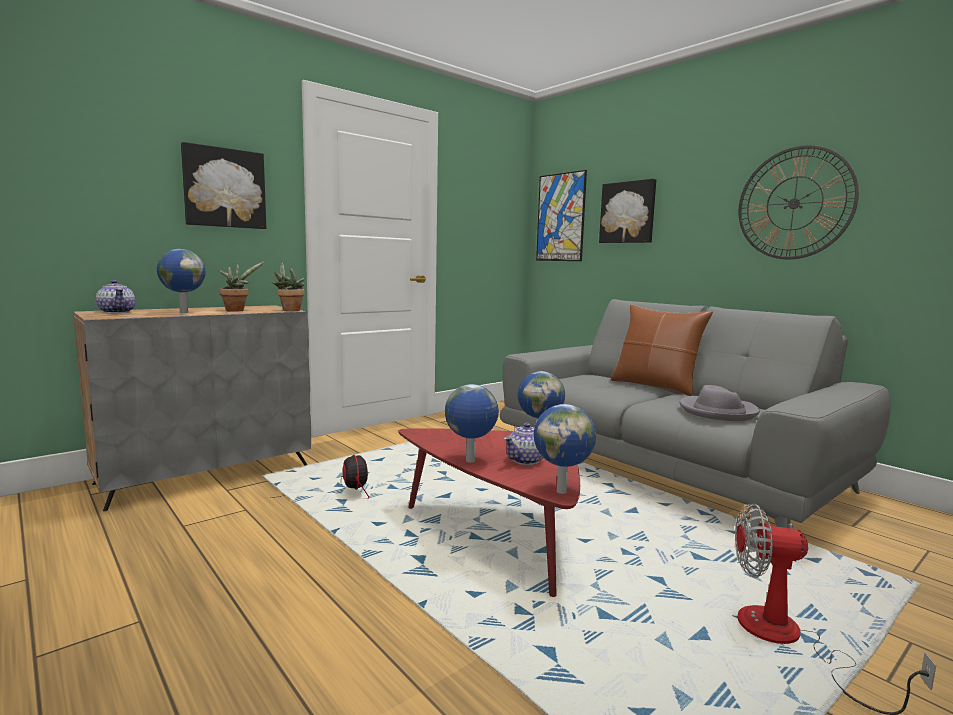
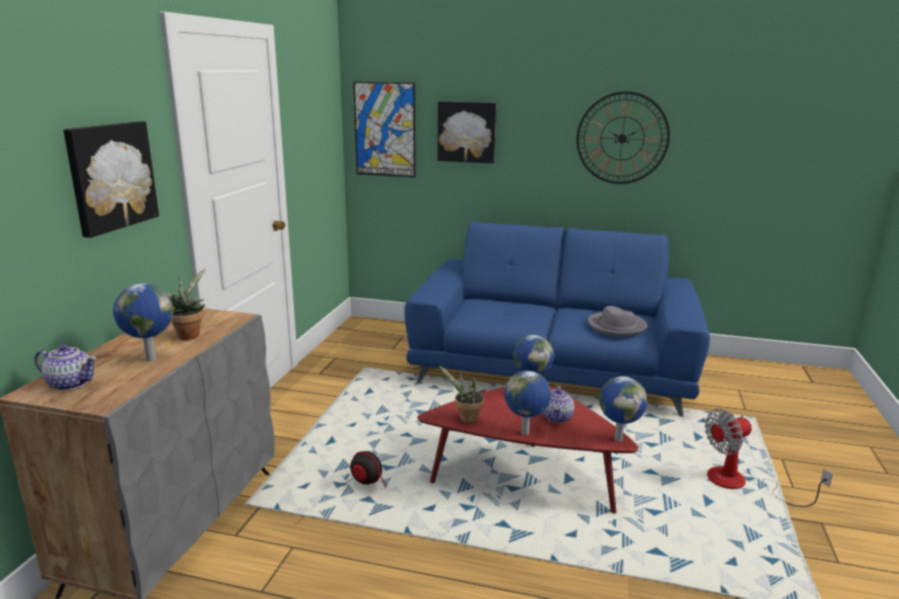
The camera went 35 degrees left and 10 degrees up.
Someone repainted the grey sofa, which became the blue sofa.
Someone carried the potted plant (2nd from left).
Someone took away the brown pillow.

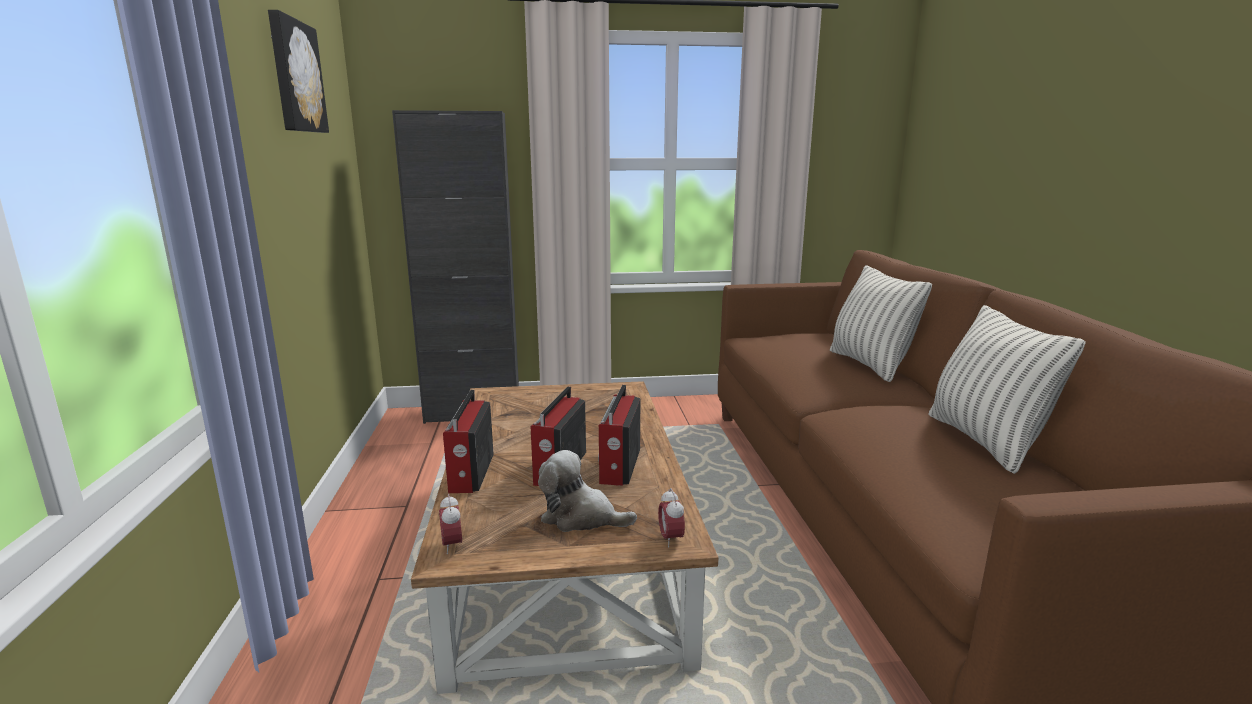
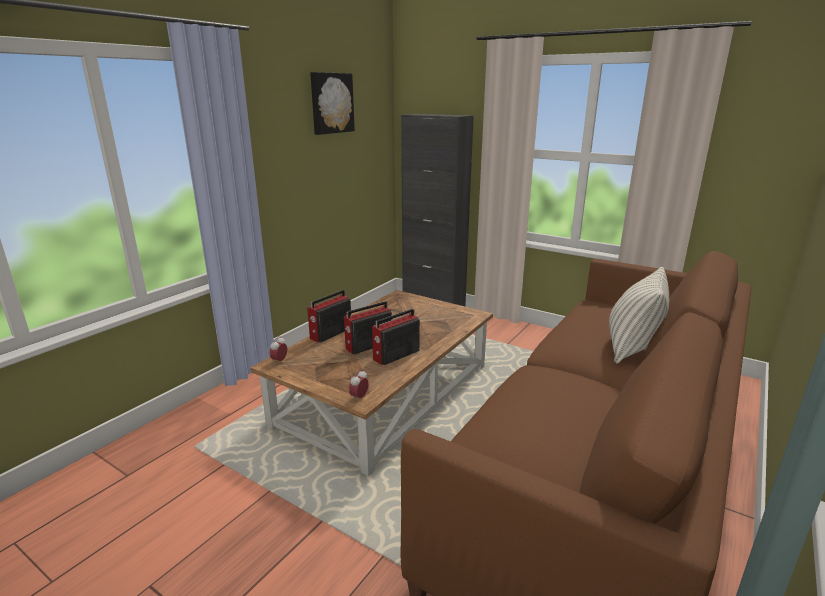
The camera went 40 degrees right and 5 degrees up.
Someone took away the plush toy.
Someone took away the pillow (2nd from left).

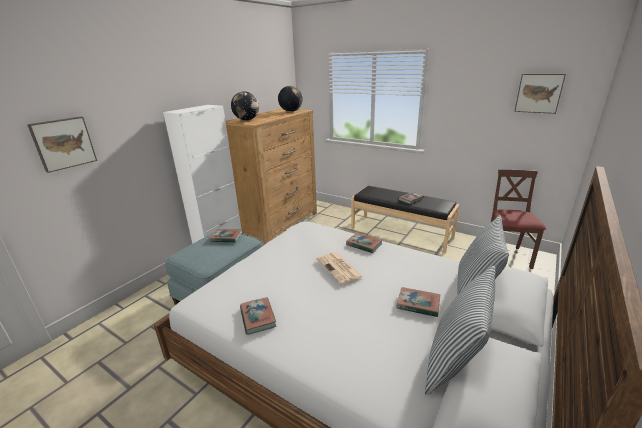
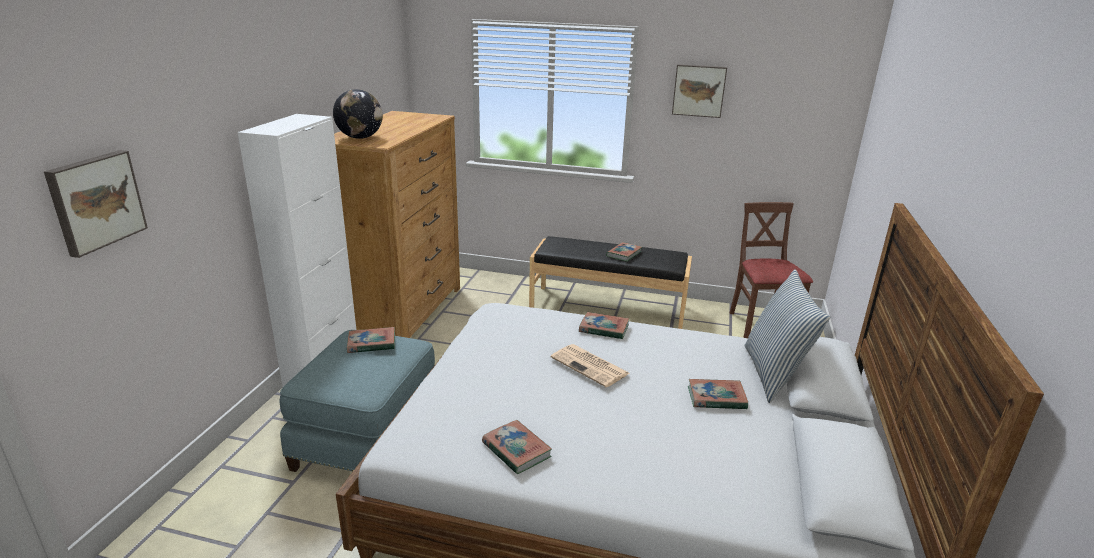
The camera went 20 degrees left and 0 degrees up.
Someone carried the picture (2nd from left).
Someone took away the globe (2nd from left).
Someone took away the pillow (1st from left).

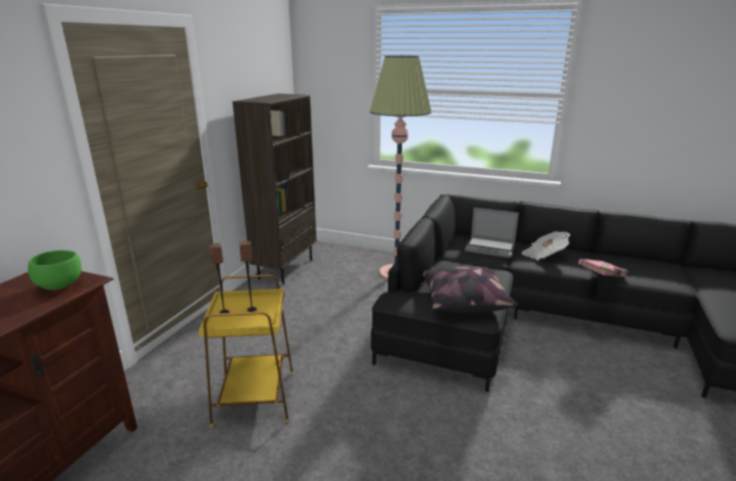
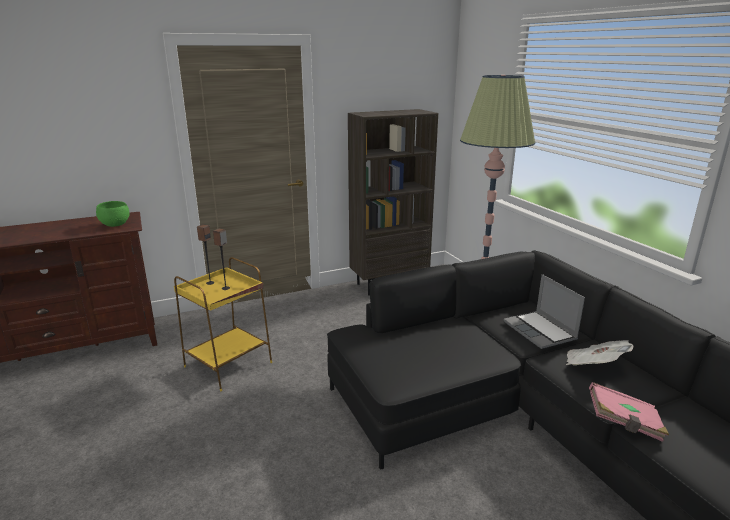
The camera went 45 degrees right and 0 degrees up.
Someone took away the pillow.

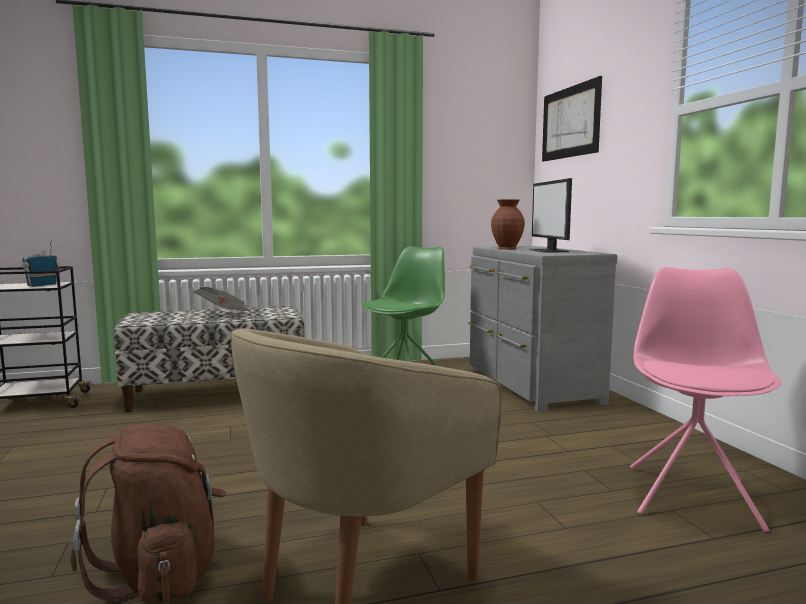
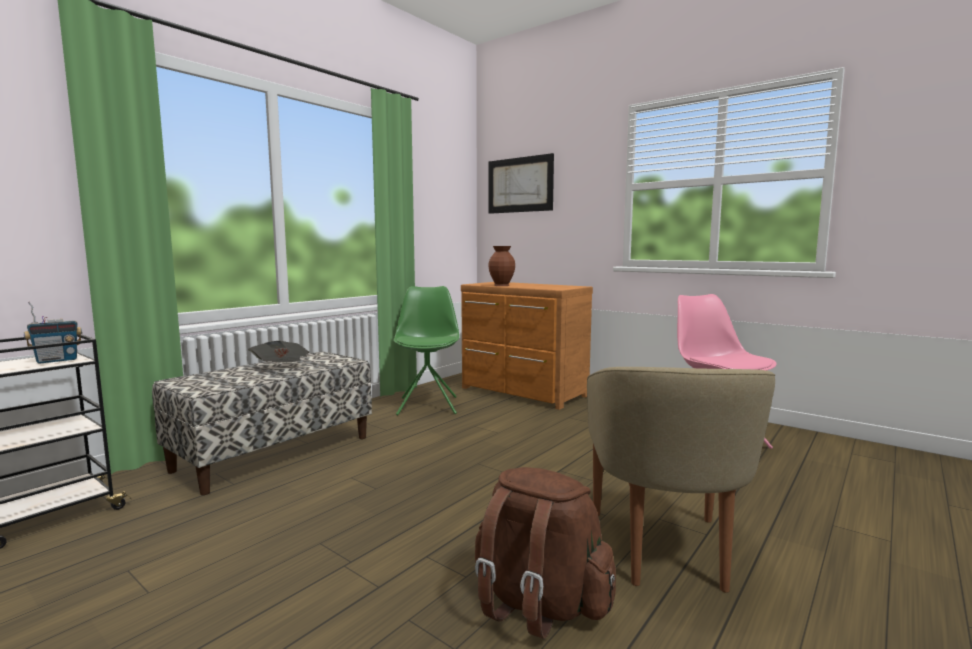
The camera went 35 degrees left and 0 degrees up.
Someone rotated the radio by 120 degrees counterclockwise.
Someone repainted the grey dresser, which became the brown dresser.
Someone took away the monitor.

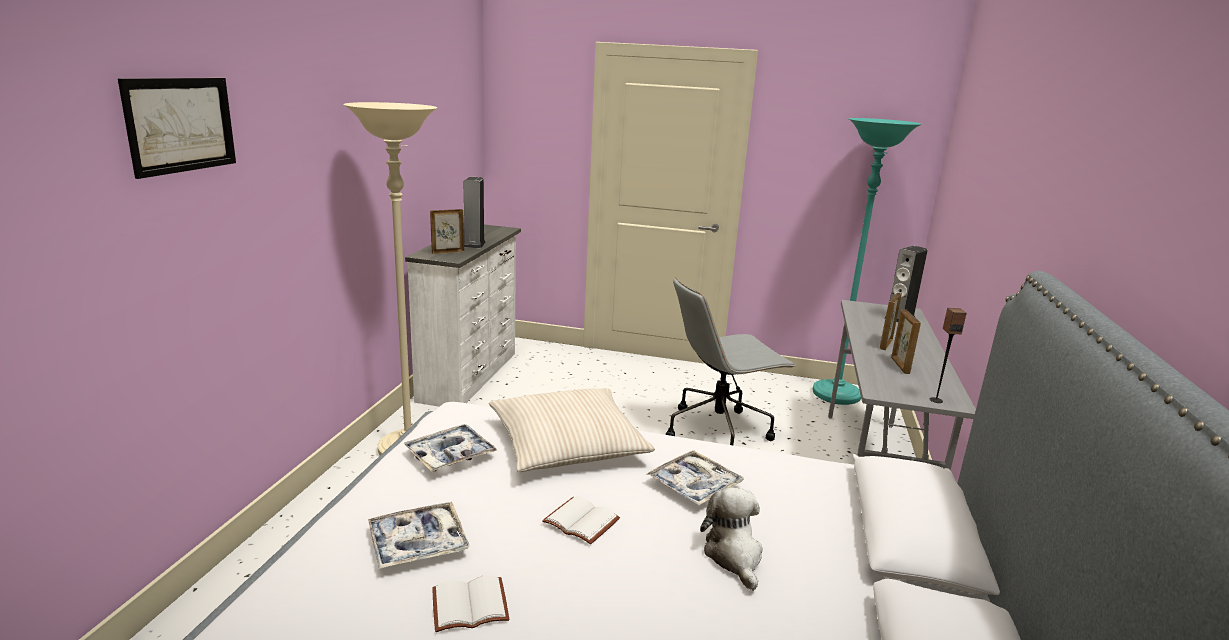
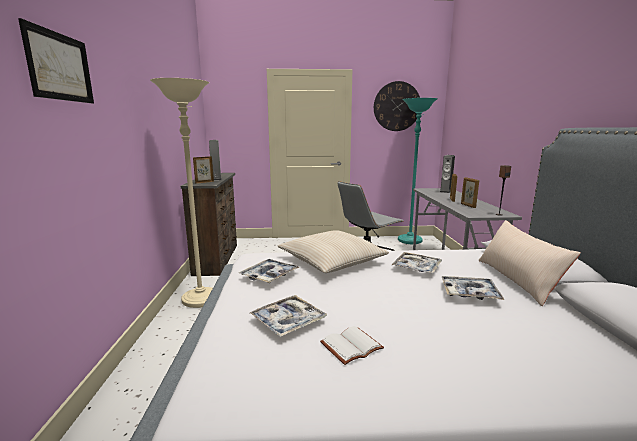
The camera went 15 degrees left and 5 degrees down.
Someone repainted the white dresser, which became the brown dresser.
Someone put up the wall clock.
Someone swapped the plush toy for the tray (4th from left).
Someone put down the beige pillow (2nd from left).
Someone took away the white book (2nd from left).

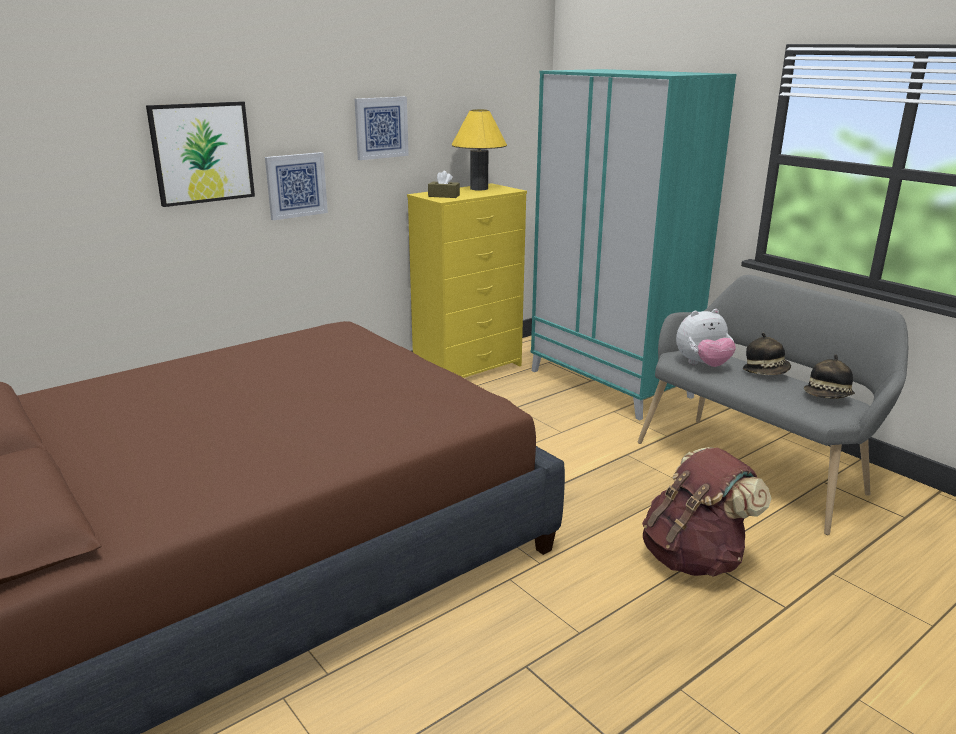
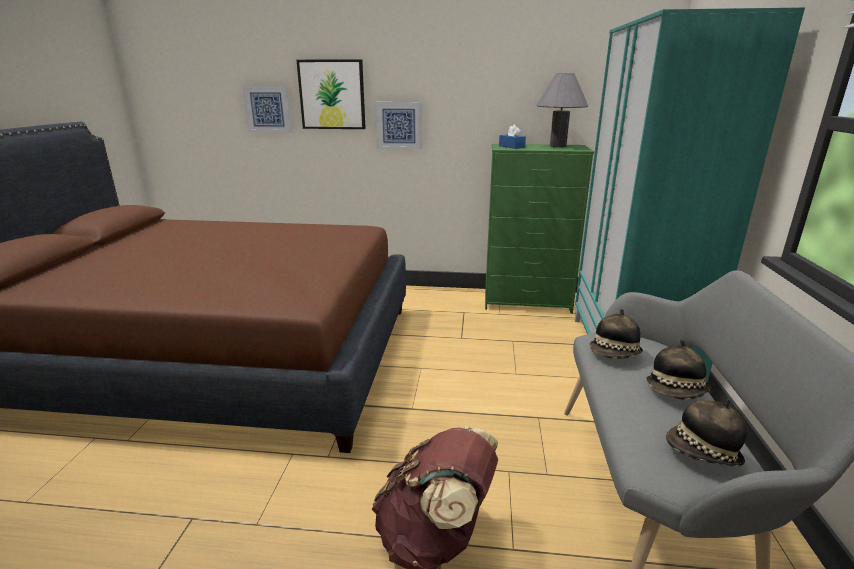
The camera went 45 degrees right and 0 degrees up.
Someone carried the picture (3rd from left in the first image).
Someone repainted the yellow dresser, which became the green dresser.
Someone repainted the brown tissue box, which became the blue tissue box.
Someone repainted the yellow table lamp, which became the grey table lamp.
Someone swapped the plush toy for the hat (1st from left).

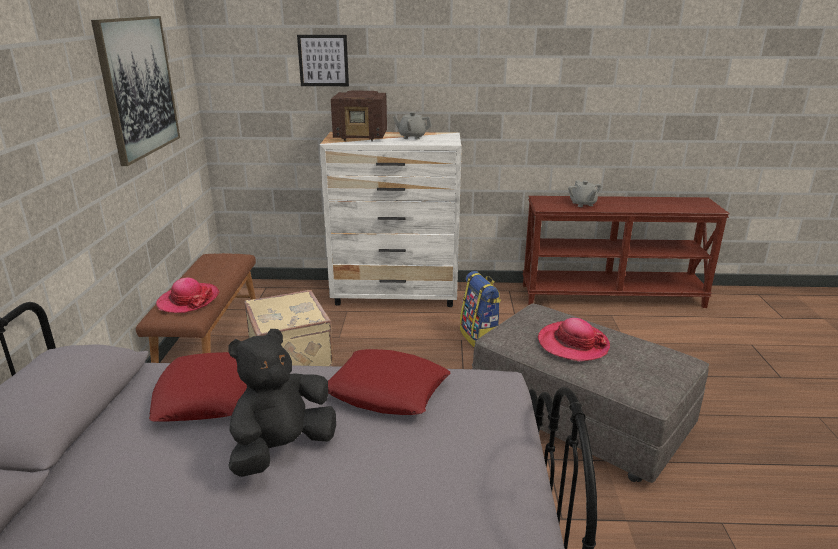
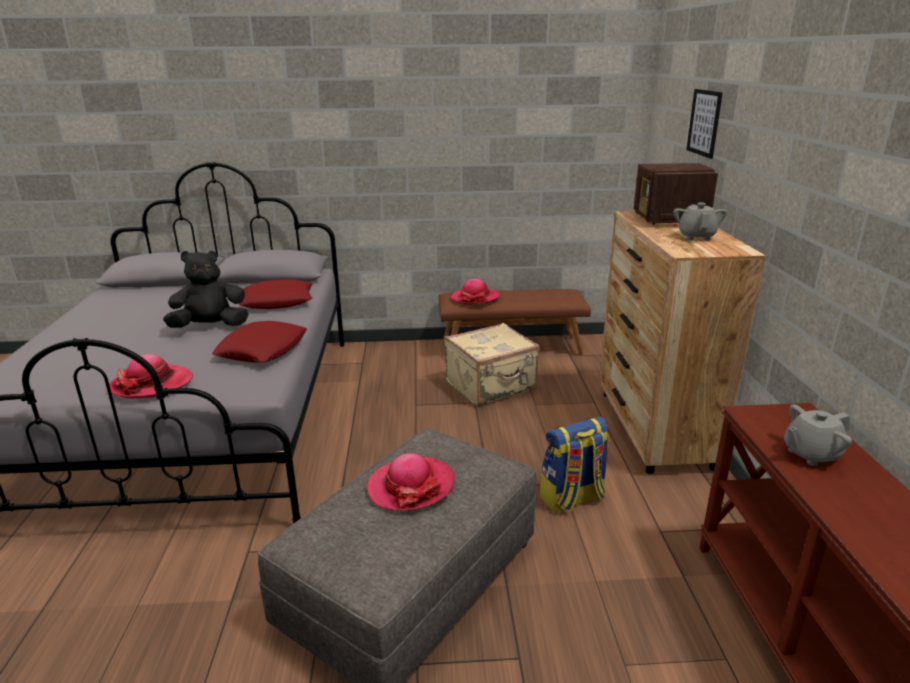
The camera went 85 degrees right and 0 degrees up.
Someone put down the hat (1st from left).
Someone rotated the black plush toy by 60 degrees counterclockwise.
Someone repainted the white dresser, which became the brown dresser.
Someone took away the picture (1st from left).

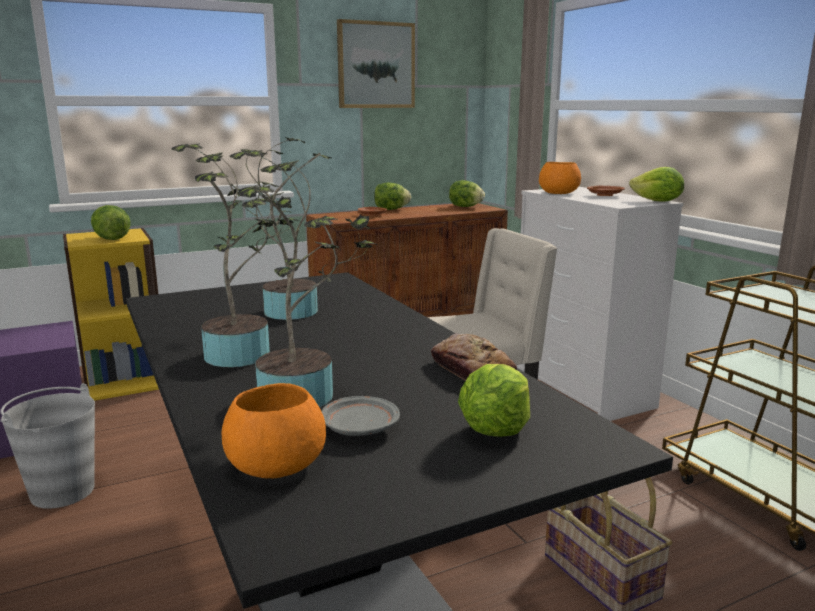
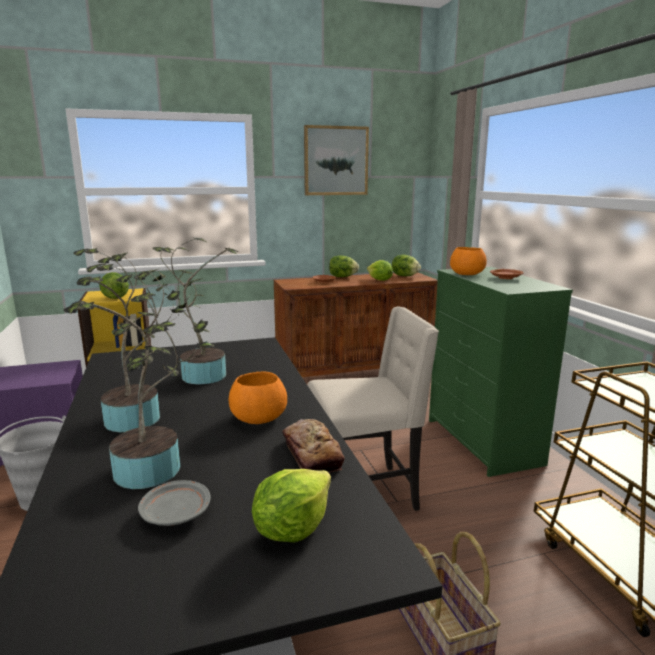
The camera went 10 degrees right and 0 degrees up.
Someone carried the orange bowl (1st from left).
Someone carried the lettuce (5th from left in the first image).
Someone repainted the white dresser, which became the green dresser.

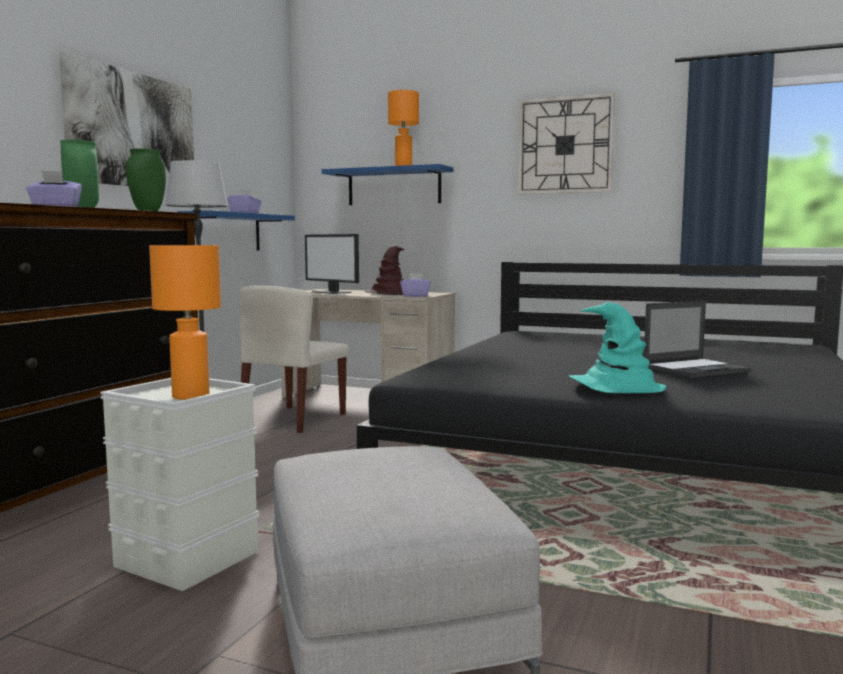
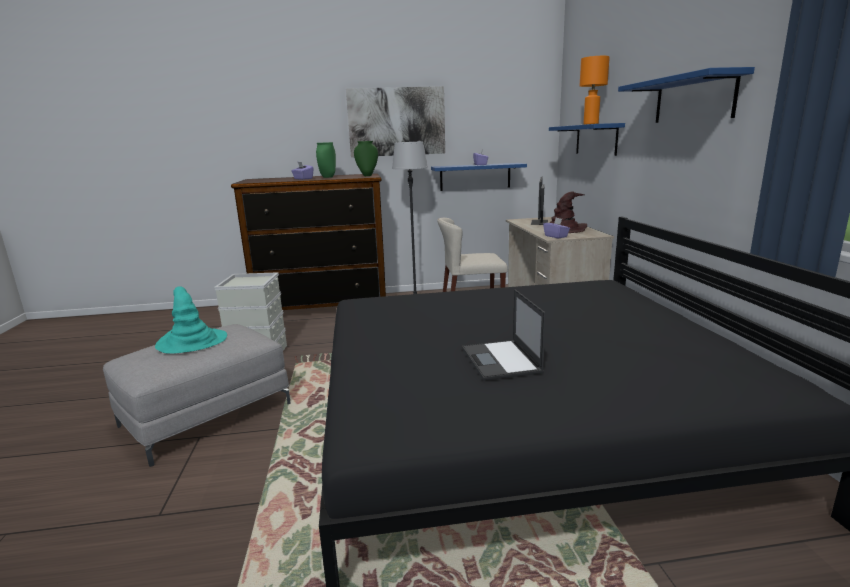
The camera went 60 degrees right and 10 degrees up.
Someone carried the turquoise hat.
Someone rotated the laptop by 45 degrees clockwise.
Someone swapped the wall clock for the blue shelf (3rd from left).
Someone took away the orange table lamp (1st from left).

